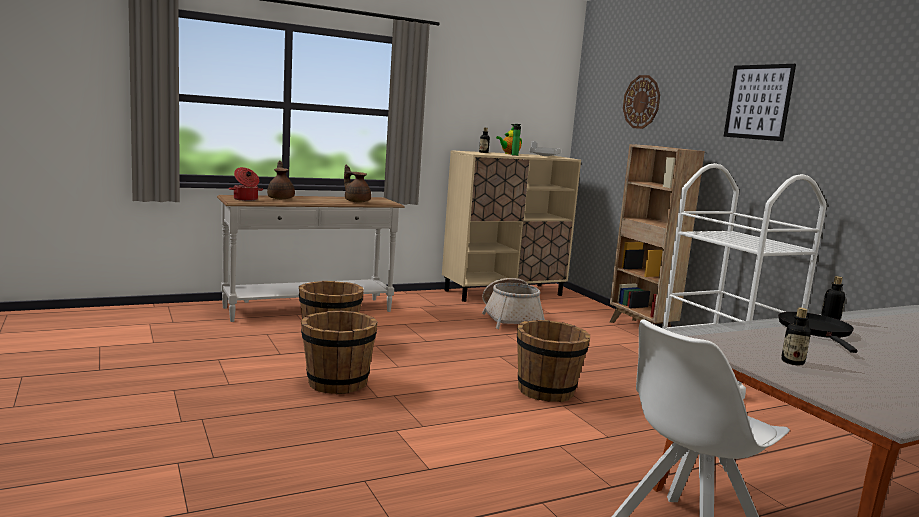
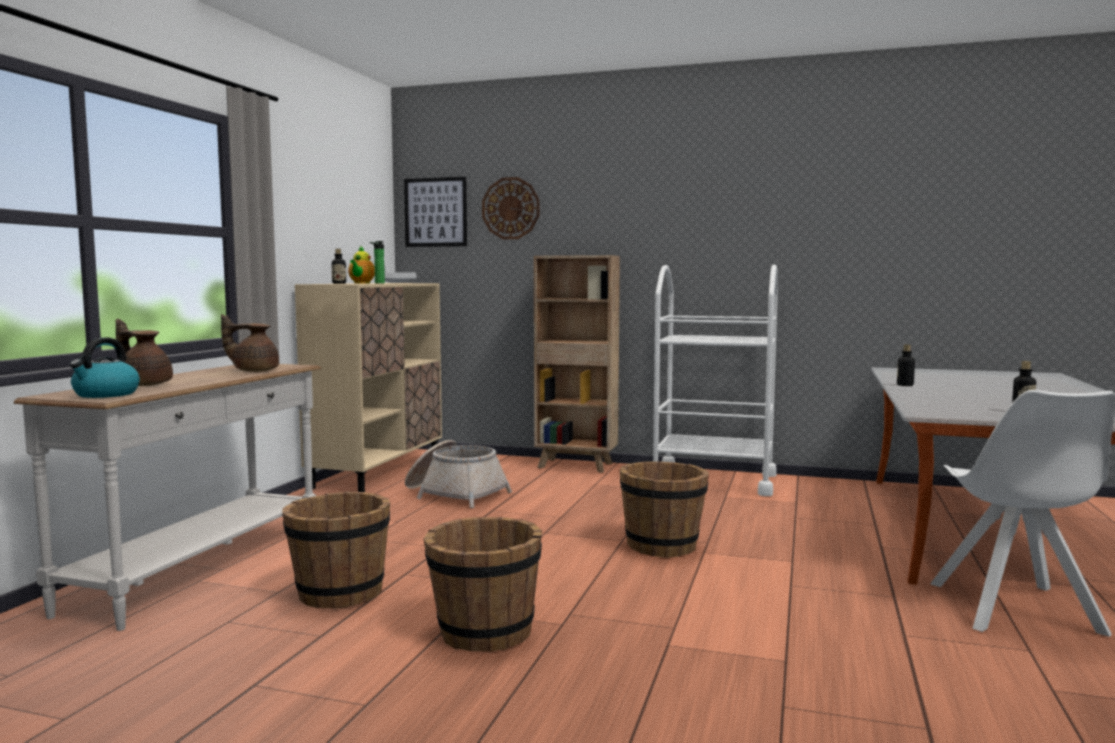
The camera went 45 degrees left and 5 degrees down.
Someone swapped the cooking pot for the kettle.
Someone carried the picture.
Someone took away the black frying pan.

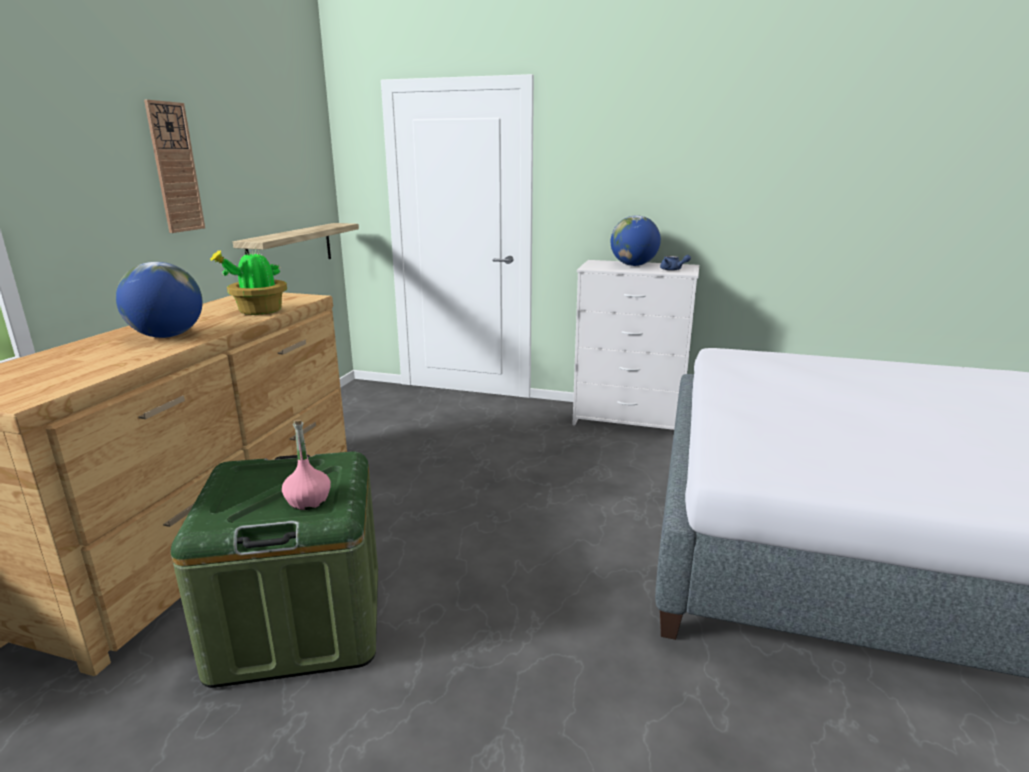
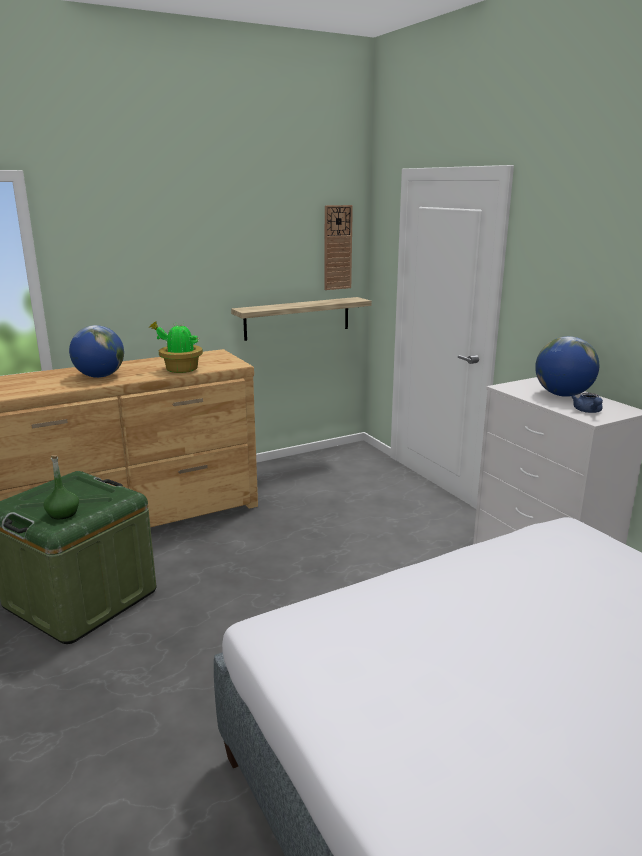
The camera went 45 degrees right and 0 degrees up.
Someone repainted the pink bottle, which became the green bottle.
Someone carried the wall clock.

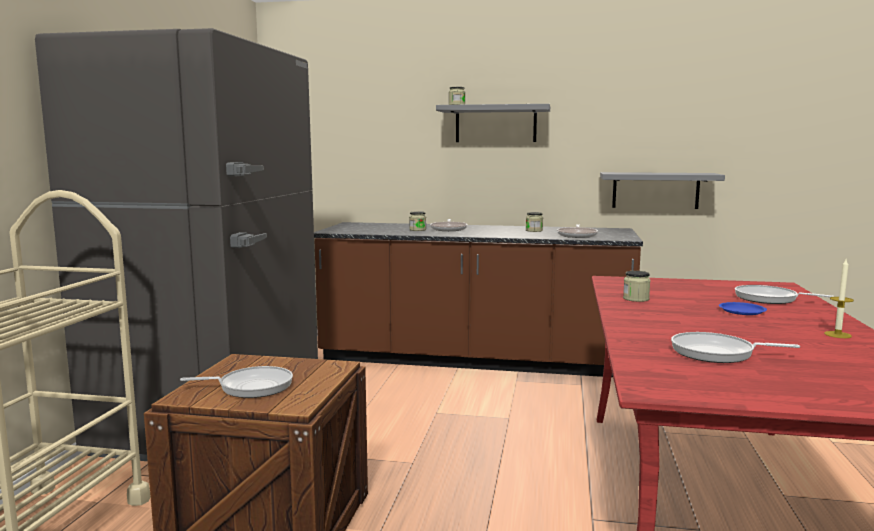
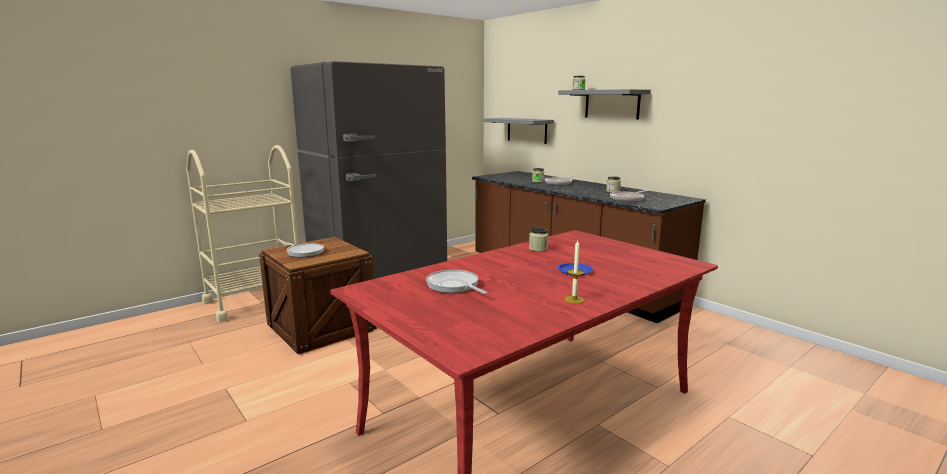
The camera went 40 degrees right and 5 degrees up.
Someone carried the grey shelf (2nd from left in the first image).
Someone took away the frying pan (5th from left).

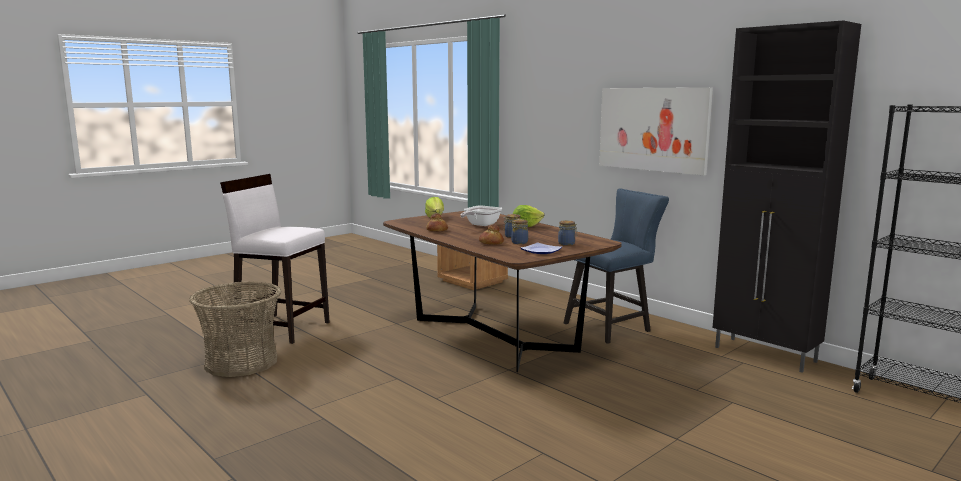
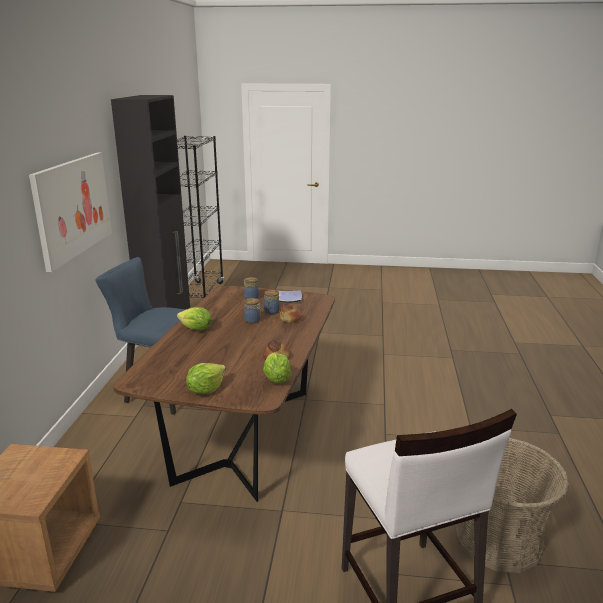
The camera went 130 degrees left and 10 degrees up.
Someone put down the lettuce (3rd from left).
Someone took away the frying pan.

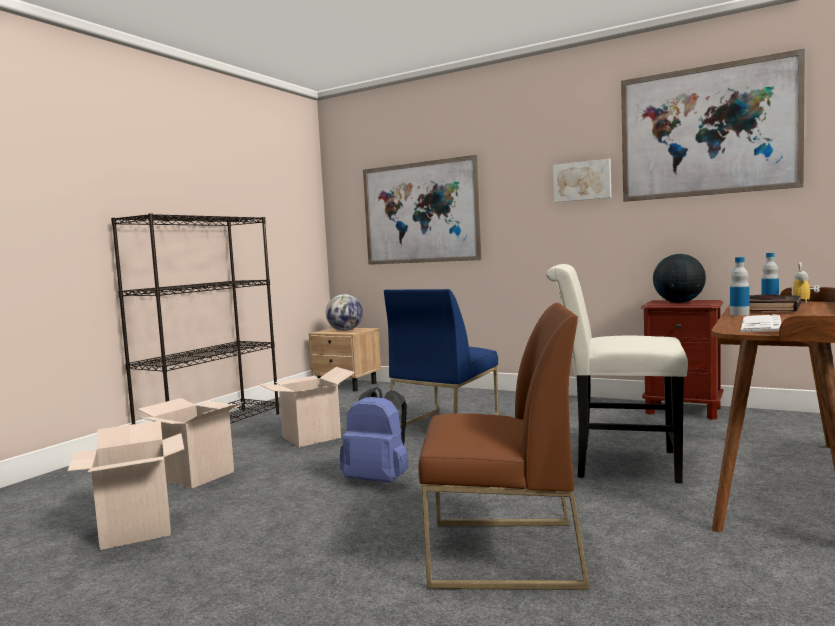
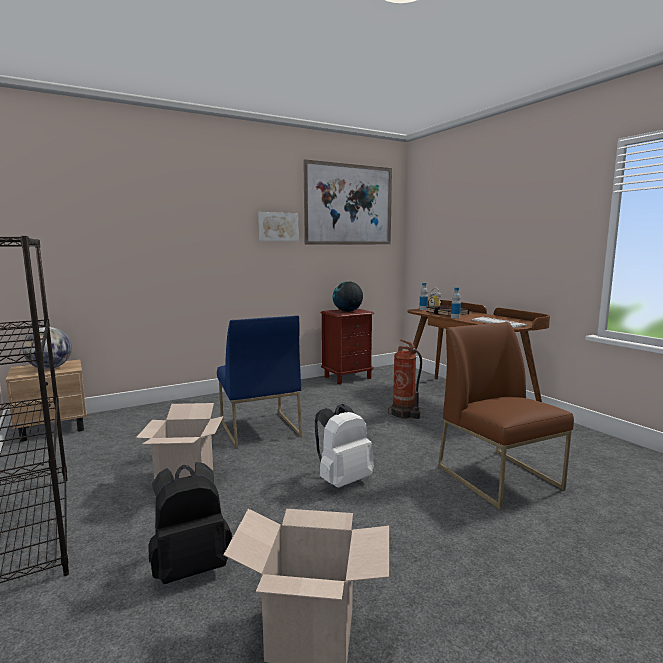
The camera went 60 degrees left and 5 degrees up.
Someone swapped the cardboard box (2nd from left) for the black backpack.
Someone repainted the blue backpack, which became the white backpack.
Someone swapped the white chair for the fire extinguisher.
Someone rotated the brown chair by 60 degrees counterclockwise.
Someone took away the picture (1st from left).

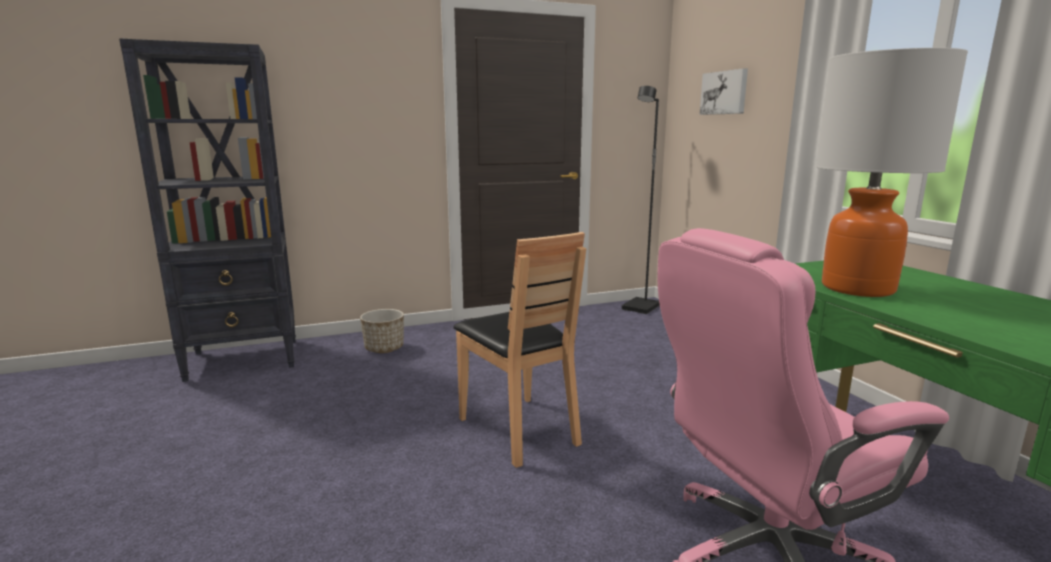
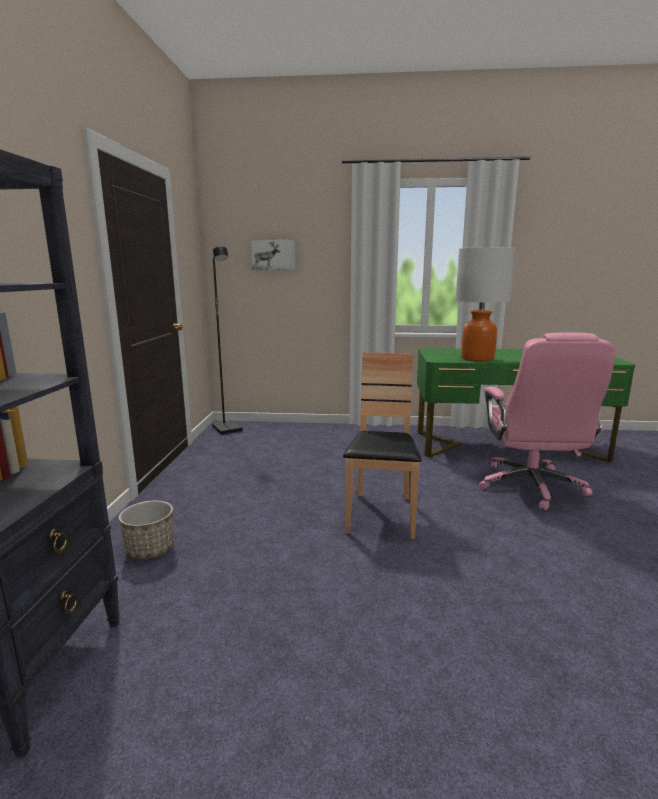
The camera went 65 degrees left and 0 degrees up.
Someone rotated the brown chair by 75 degrees counterclockwise.

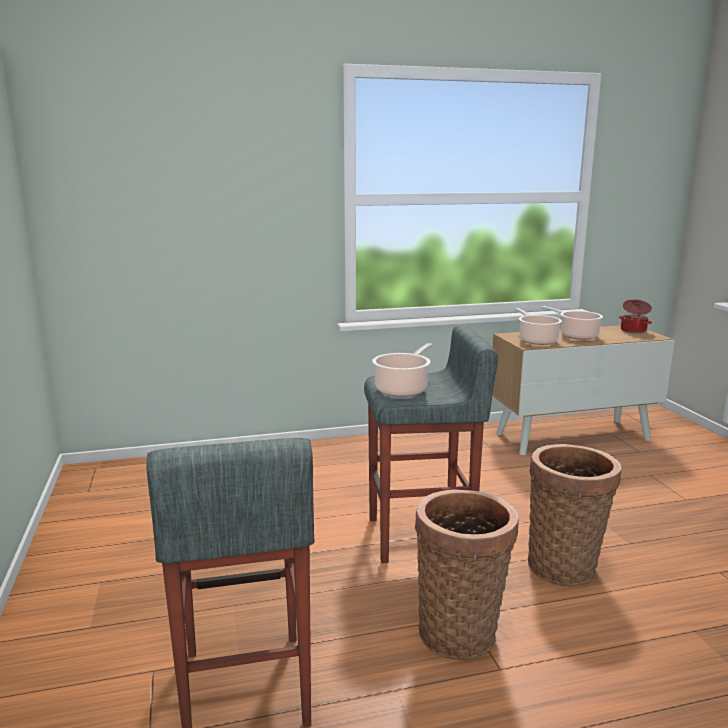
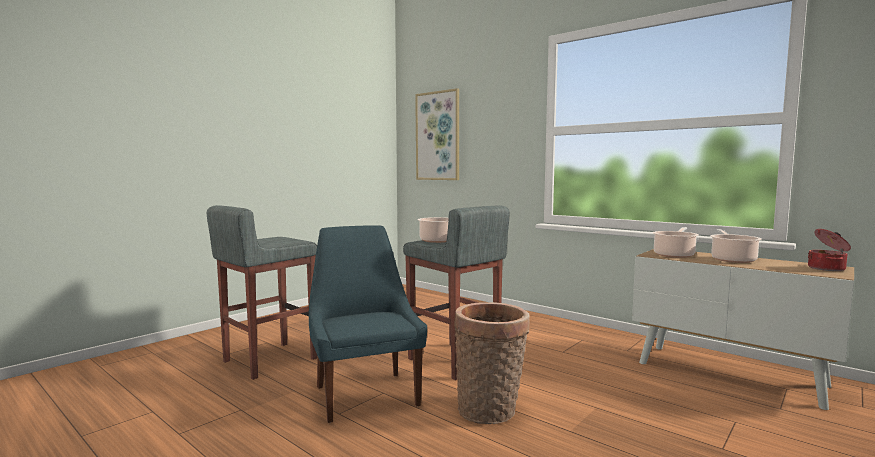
The camera went 55 degrees right and 10 degrees down.
Someone swapped the basket (1st from left) for the blue chair.
Someone put up the picture.

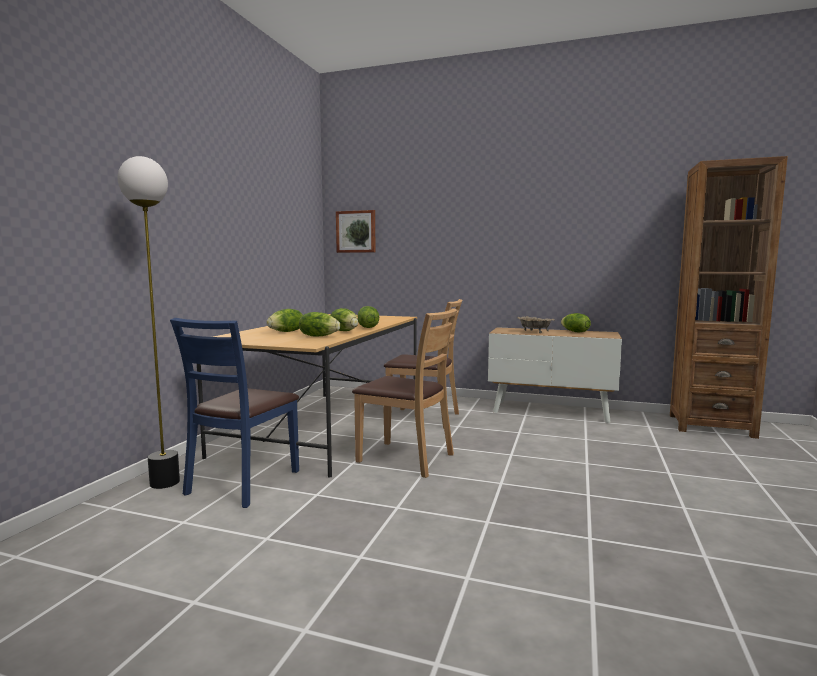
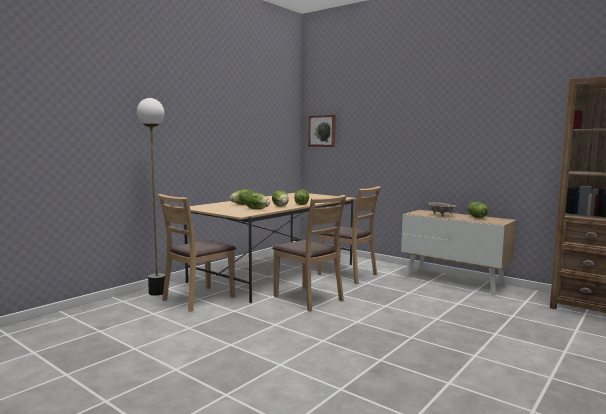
The camera went 20 degrees right and 0 degrees up.
Someone repainted the blue chair, which became the brown chair (1st from left).

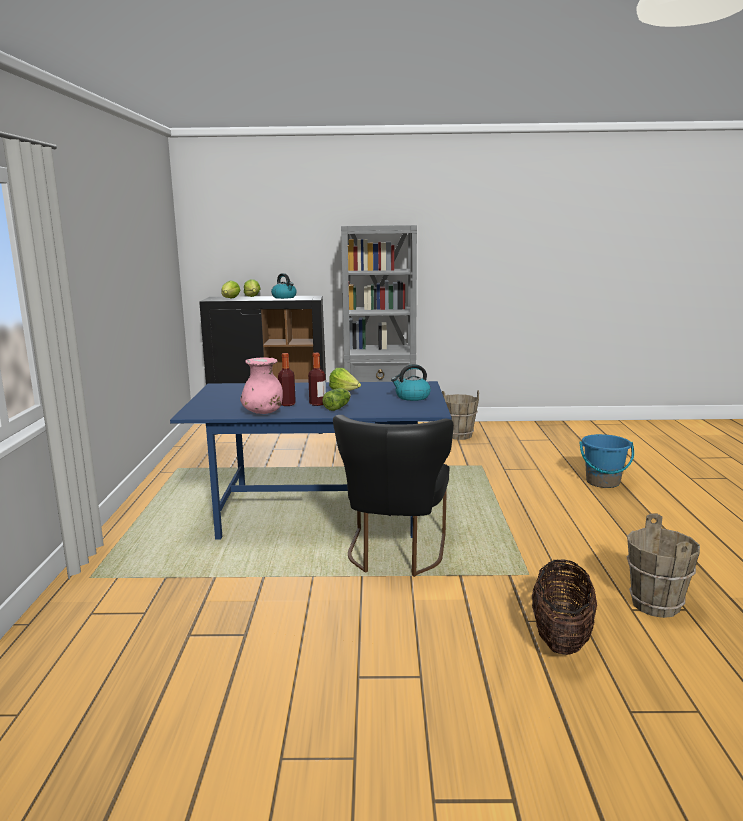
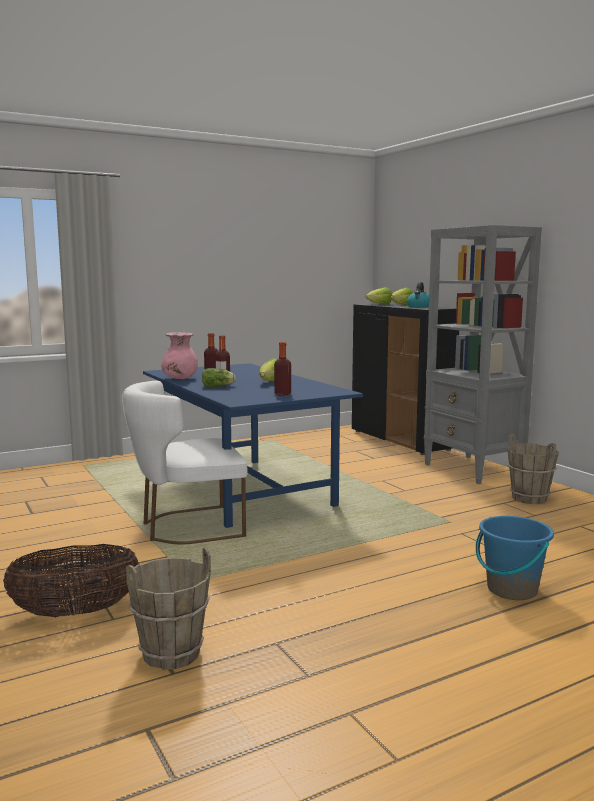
The camera went 60 degrees right and 5 degrees down.
Someone repainted the black chair, which became the white chair.
Someone swapped the kettle (2nd from left) for the bottle (3rd from left).

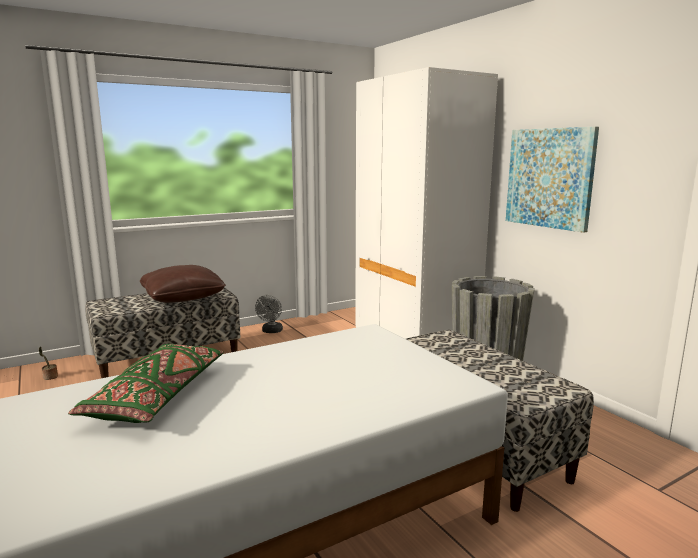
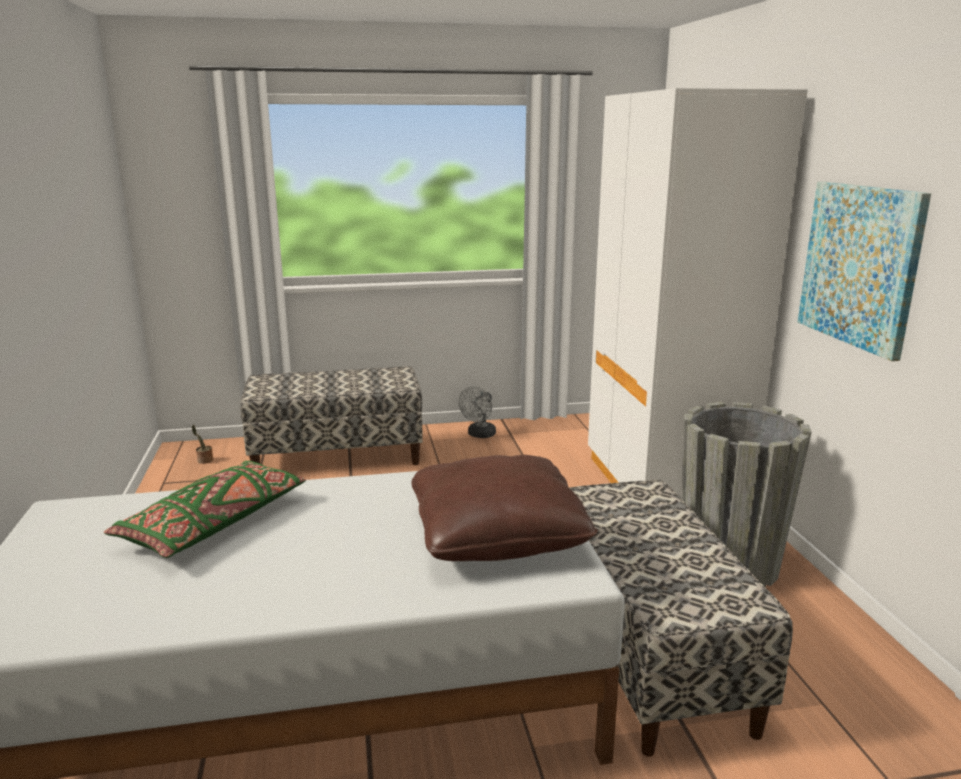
The camera went 20 degrees right and 5 degrees up.
Someone carried the brown pillow.

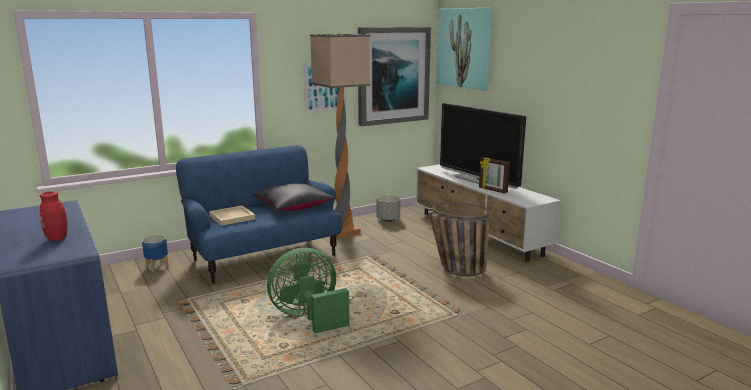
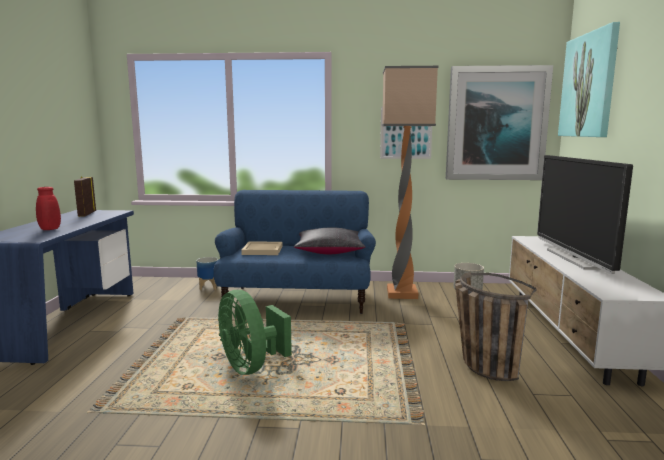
The camera went 35 degrees right and 5 degrees down.
Someone carried the picture frame.
Someone rotated the green fan by 135 degrees counterclockwise.

